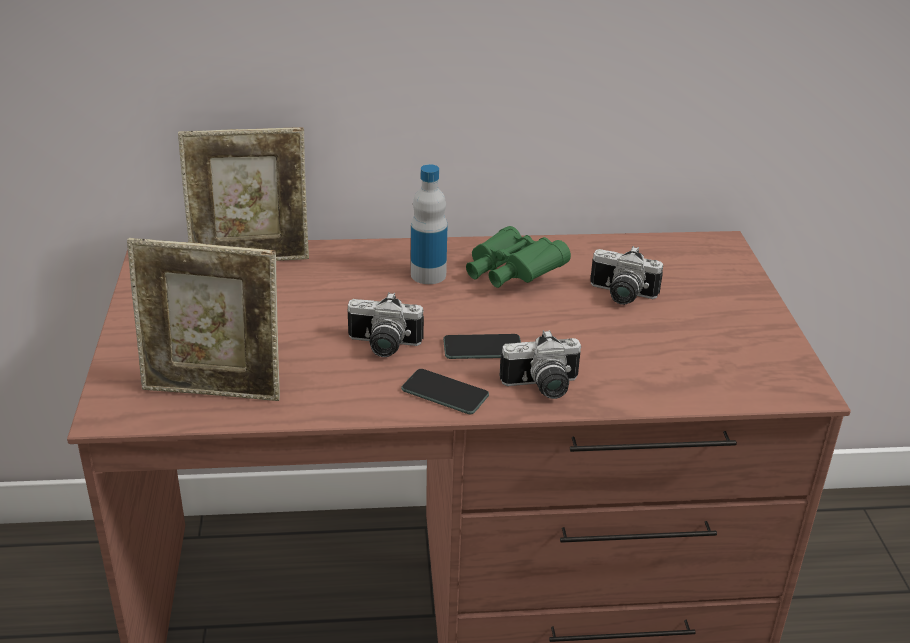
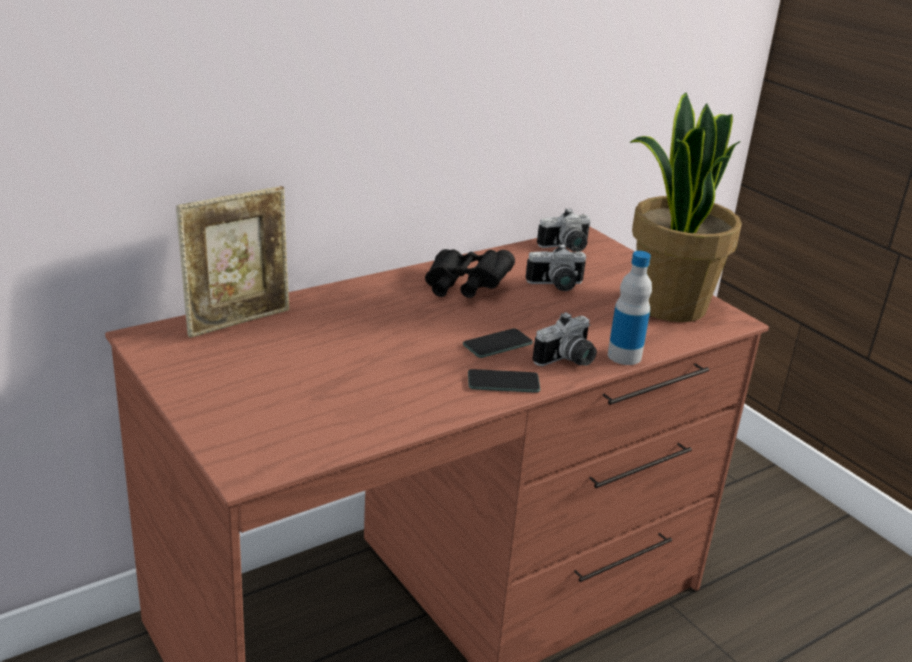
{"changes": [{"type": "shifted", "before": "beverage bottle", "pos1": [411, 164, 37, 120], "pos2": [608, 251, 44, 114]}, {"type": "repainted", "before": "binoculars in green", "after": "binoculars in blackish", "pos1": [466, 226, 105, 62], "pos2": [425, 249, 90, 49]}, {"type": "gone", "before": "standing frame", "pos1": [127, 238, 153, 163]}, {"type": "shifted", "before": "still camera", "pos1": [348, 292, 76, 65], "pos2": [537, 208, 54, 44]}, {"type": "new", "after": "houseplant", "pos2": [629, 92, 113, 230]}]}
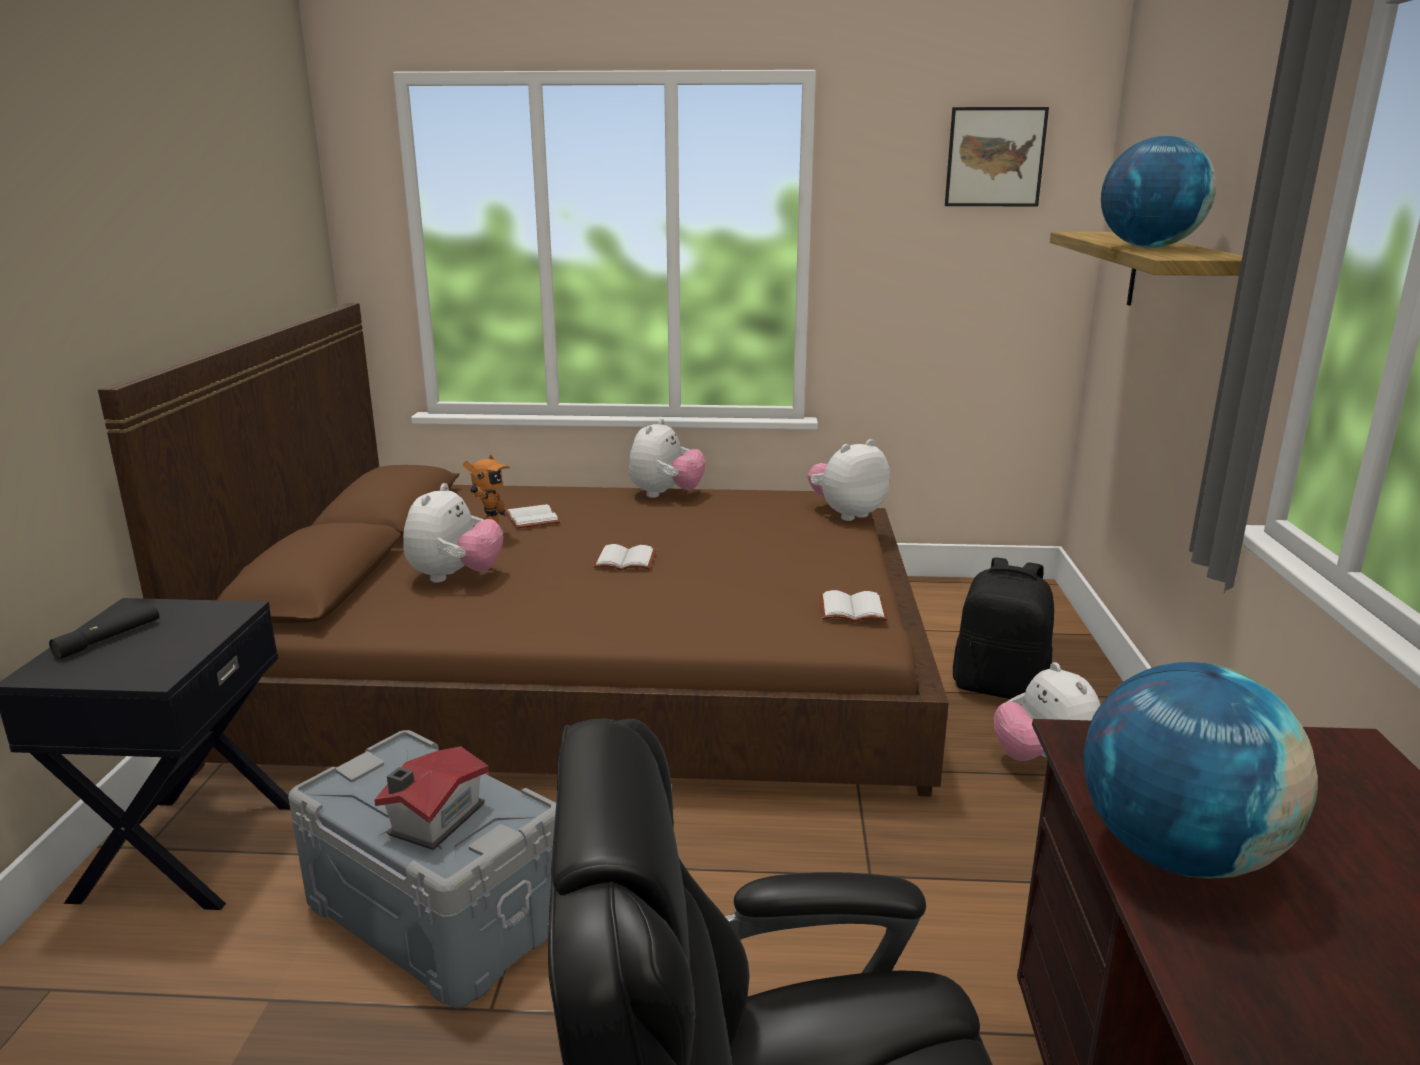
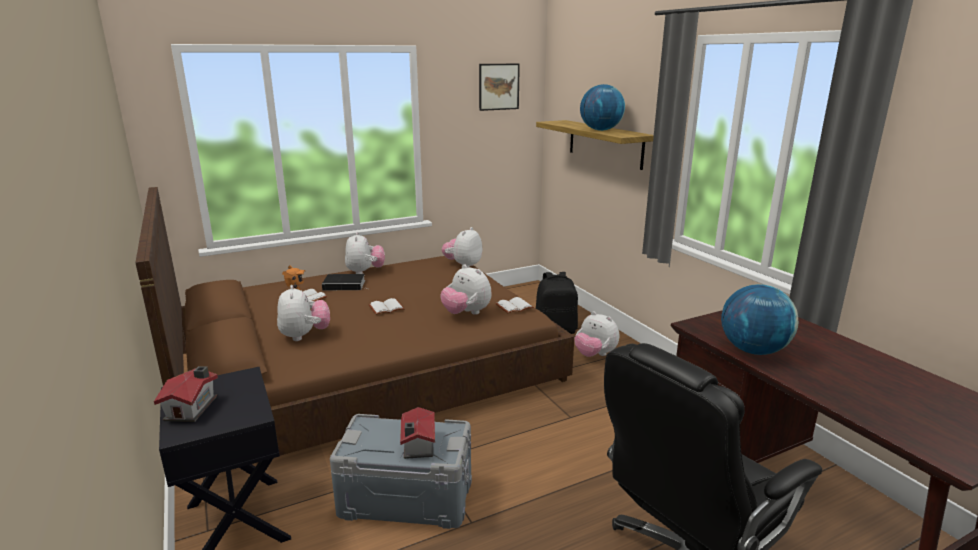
{"changes": [{"type": "swapped", "before": "hand torch in blackish", "after": "miniature house", "pos1": [49, 606, 110, 53], "pos2": [154, 366, 64, 56]}, {"type": "new", "after": "plush toy", "pos2": [441, 264, 51, 51]}, {"type": "new", "after": "volume", "pos2": [322, 274, 46, 17]}]}
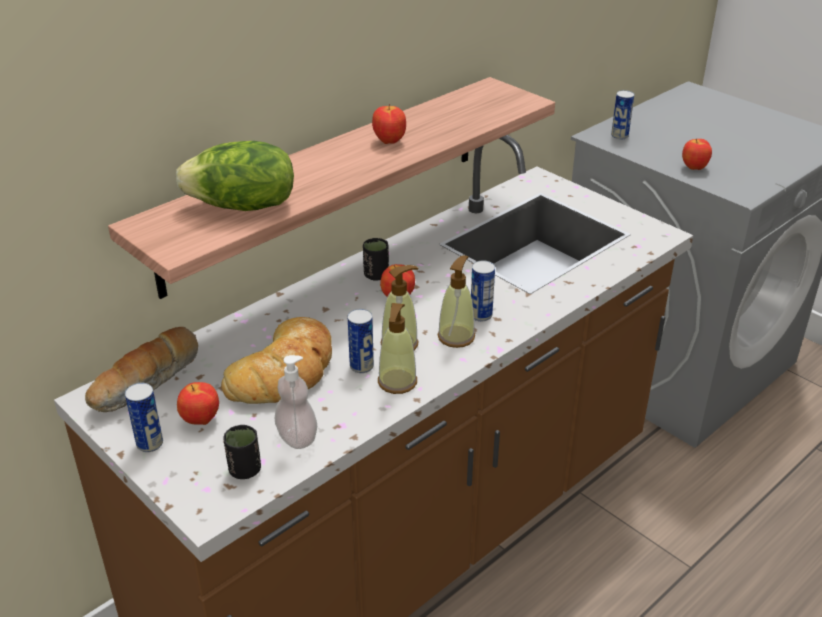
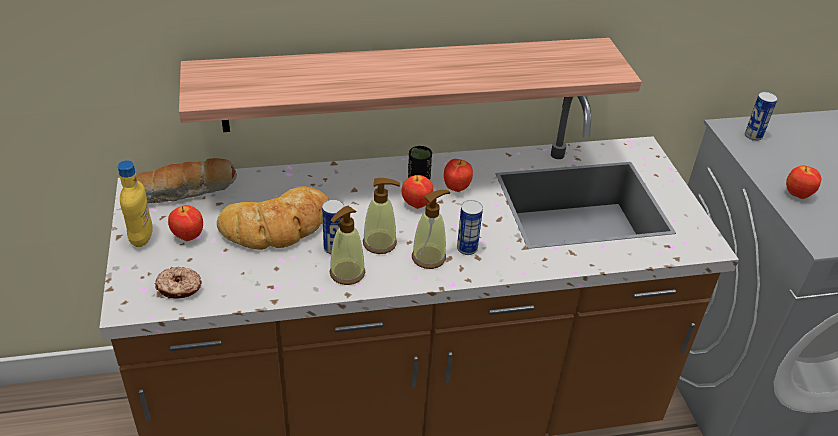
{"changes": [{"type": "shifted", "before": "whole apple", "pos1": [372, 104, 34, 40], "pos2": [444, 159, 29, 33]}, {"type": "gone", "before": "lettuce", "pos1": [176, 141, 118, 70]}, {"type": "gone", "before": "liquid soap bottle", "pos1": [274, 355, 43, 94]}, {"type": "swapped", "before": "metal can", "after": "beverage bottle in yellowish", "pos1": [125, 383, 38, 69], "pos2": [118, 160, 35, 87]}, {"type": "swapped", "before": "cup in blackish", "after": "donut", "pos1": [223, 425, 38, 54], "pos2": [154, 267, 48, 32]}]}
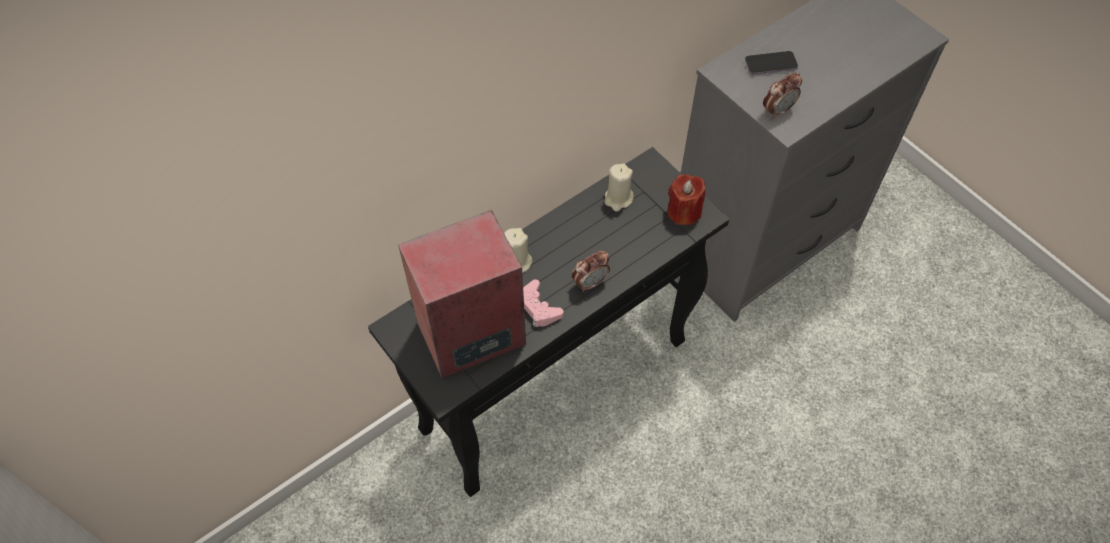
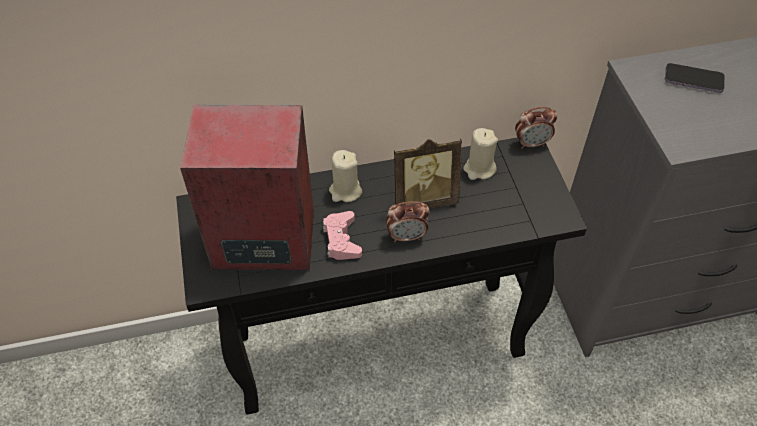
{"changes": [{"type": "shifted", "before": "alarm clock", "pos1": [763, 73, 39, 47], "pos2": [515, 107, 42, 42]}, {"type": "gone", "before": "candle in red-coloured", "pos1": [667, 174, 38, 51]}, {"type": "new", "after": "standing frame", "pos2": [394, 138, 68, 71]}]}
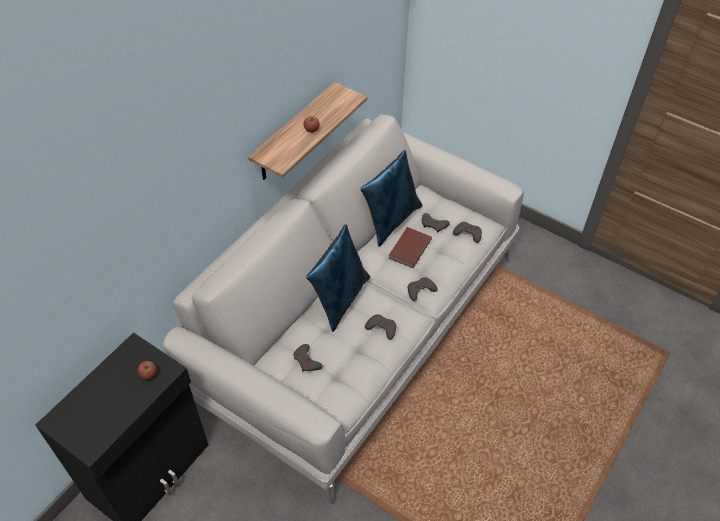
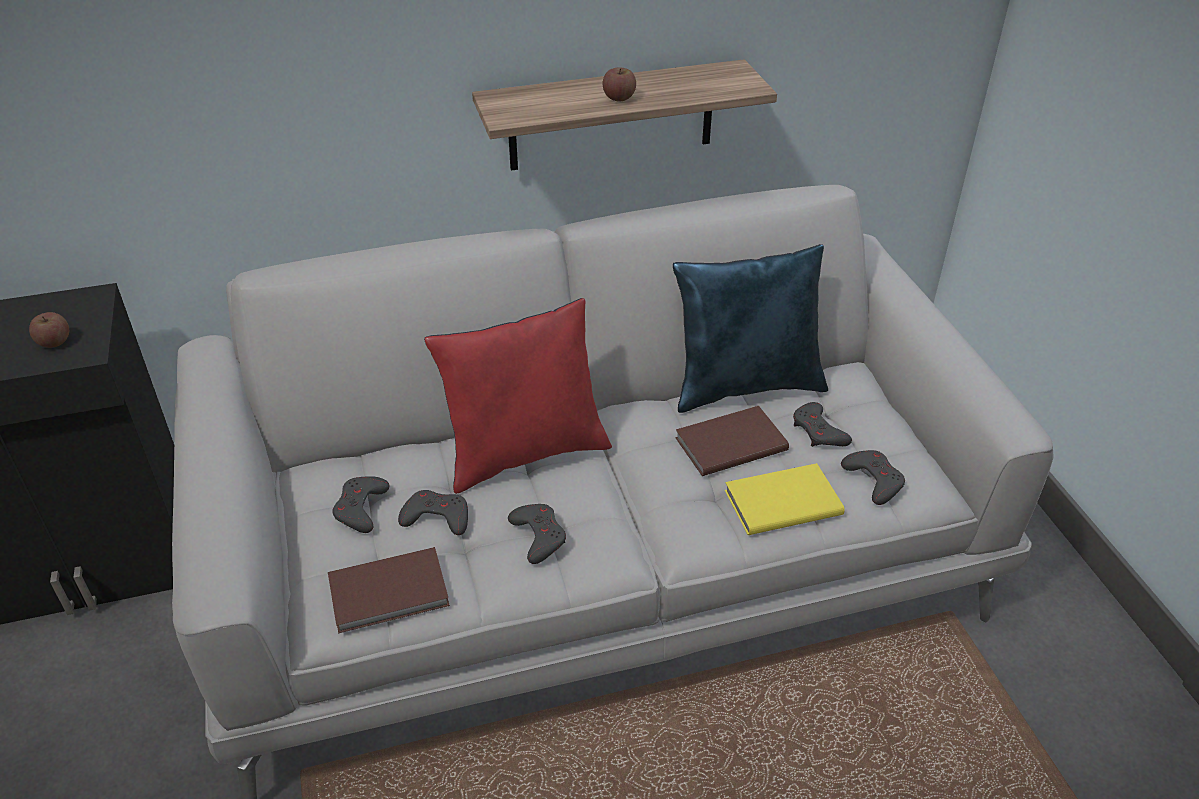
{"changes": [{"type": "repainted", "before": "pillow in blue", "after": "pillow in red-coloured", "pos1": [306, 224, 64, 108], "pos2": [424, 298, 188, 196]}, {"type": "shifted", "before": "joypad in gray", "pos1": [408, 277, 30, 24], "pos2": [398, 490, 70, 45]}, {"type": "new", "after": "volume in yellowish", "pos2": [725, 463, 120, 72]}, {"type": "new", "after": "volume in brown", "pos2": [328, 547, 122, 86]}]}
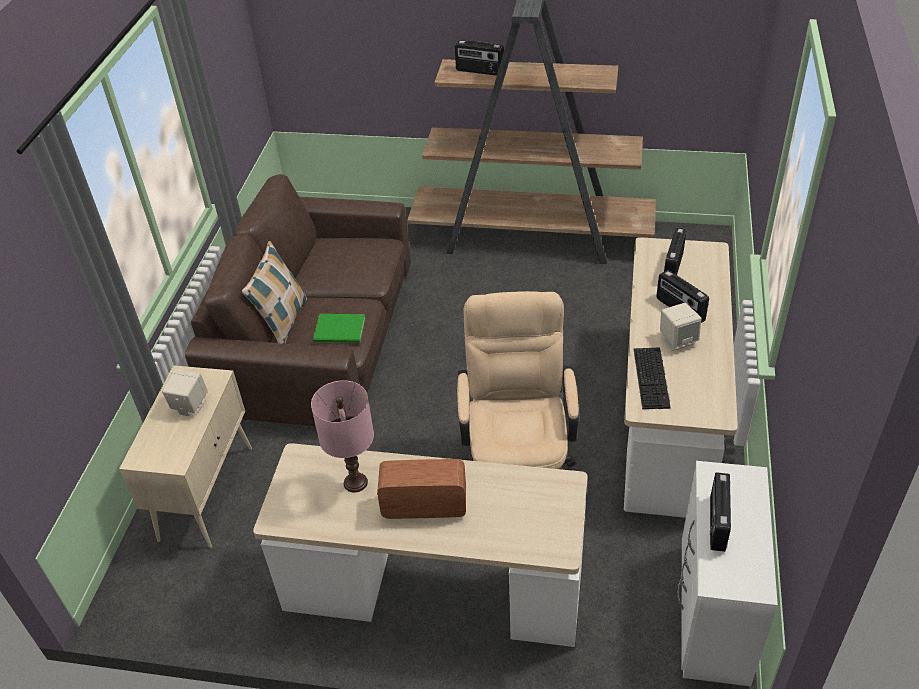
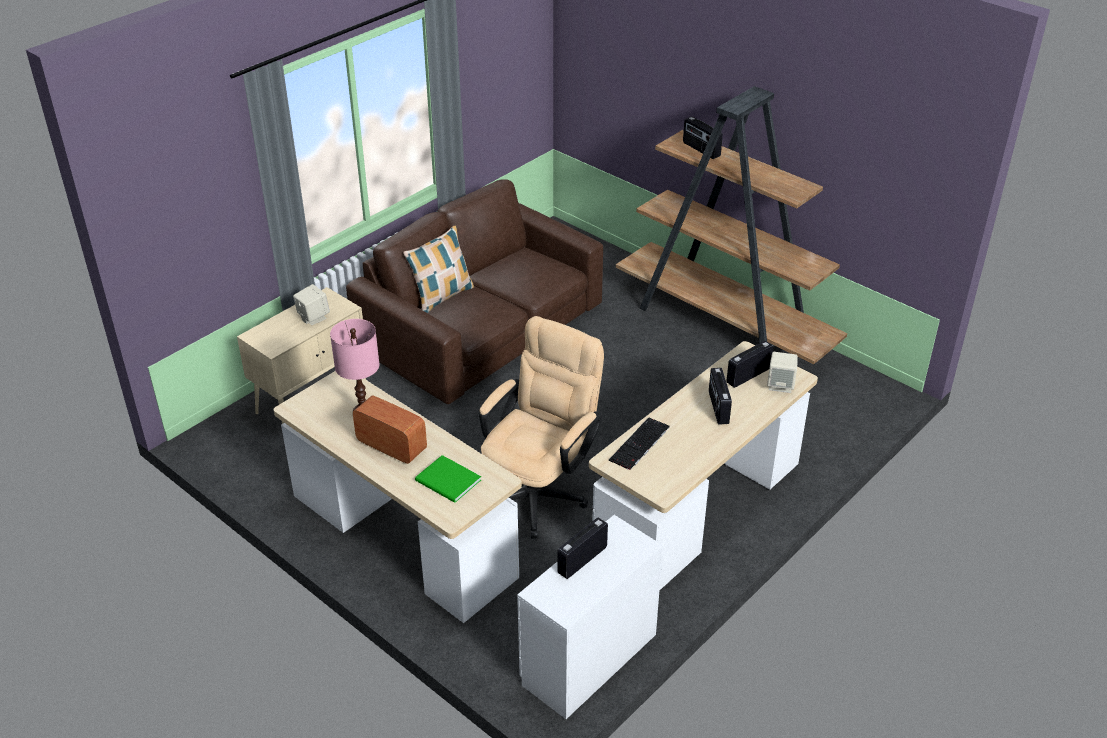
{"changes": [{"type": "shifted", "before": "speaker in beige", "pos1": [660, 303, 42, 48], "pos2": [767, 352, 31, 41]}, {"type": "shifted", "before": "volume in green", "pos1": [313, 314, 52, 29], "pos2": [415, 455, 66, 48]}]}
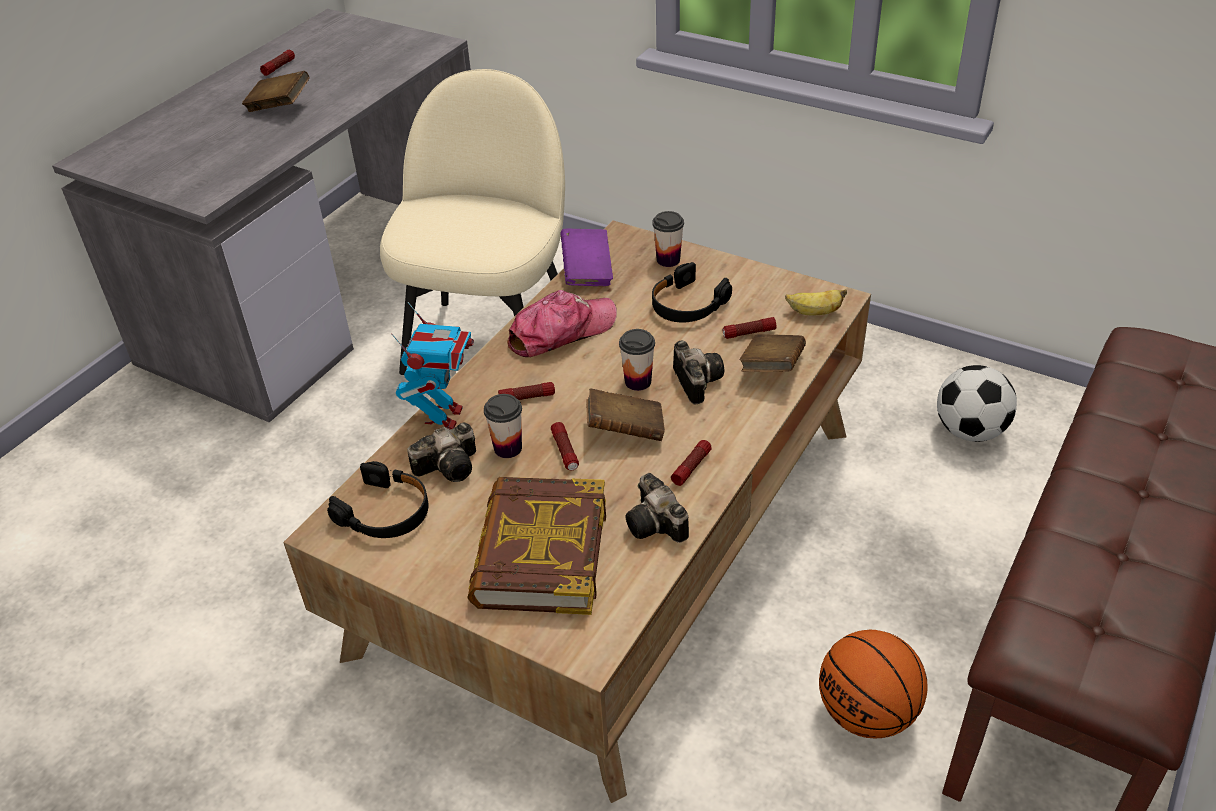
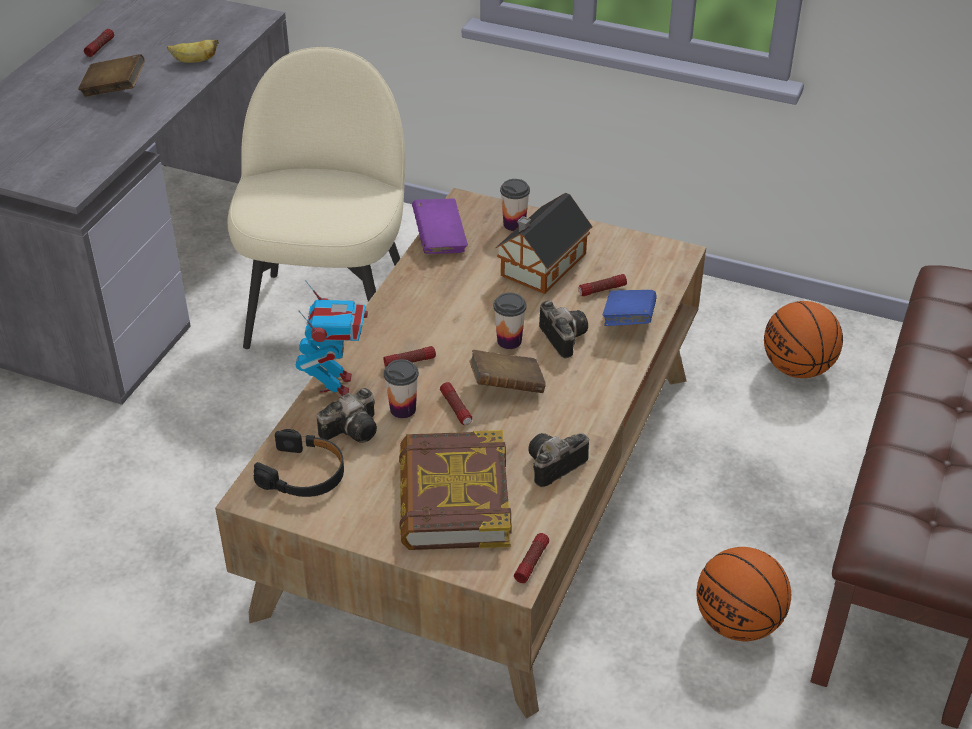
{"changes": [{"type": "swapped", "before": "headset in blackish", "after": "miniature house", "pos1": [652, 262, 80, 60], "pos2": [495, 193, 97, 101]}, {"type": "shifted", "before": "banana fruit", "pos1": [785, 289, 62, 26], "pos2": [167, 39, 52, 24]}, {"type": "gone", "before": "peaked cap", "pos1": [507, 290, 110, 67]}, {"type": "repainted", "before": "volume in brown", "after": "volume in blue", "pos1": [740, 334, 66, 38], "pos2": [603, 290, 54, 36]}, {"type": "swapped", "before": "football ball", "after": "basketball ball", "pos1": [937, 365, 80, 77], "pos2": [764, 301, 79, 77]}, {"type": "shifted", "before": "hand torch", "pos1": [671, 440, 41, 46], "pos2": [514, 533, 35, 50]}, {"type": "rotated", "before": "still camera", "pos1": [626, 473, 63, 70], "pos2": [528, 433, 61, 54], "turn": 90}]}
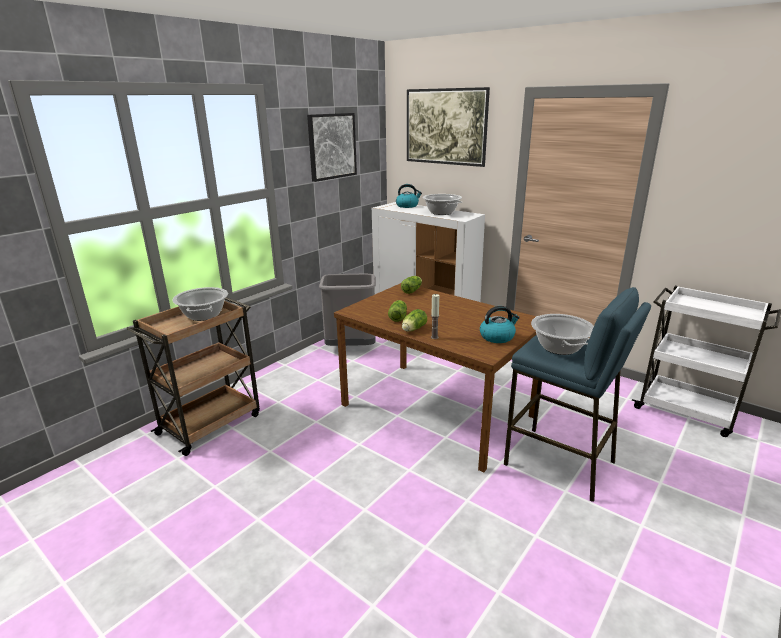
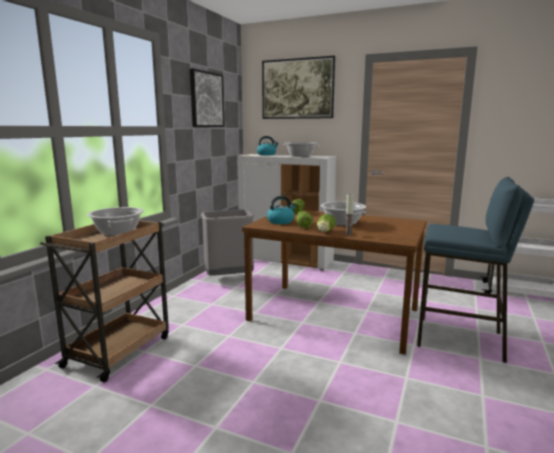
{"changes": [{"type": "shifted", "before": "tea kettle", "pos1": [480, 306, 40, 37], "pos2": [267, 196, 29, 28]}, {"type": "shifted", "before": "stockpot", "pos1": [531, 314, 63, 41], "pos2": [320, 202, 46, 24]}]}
